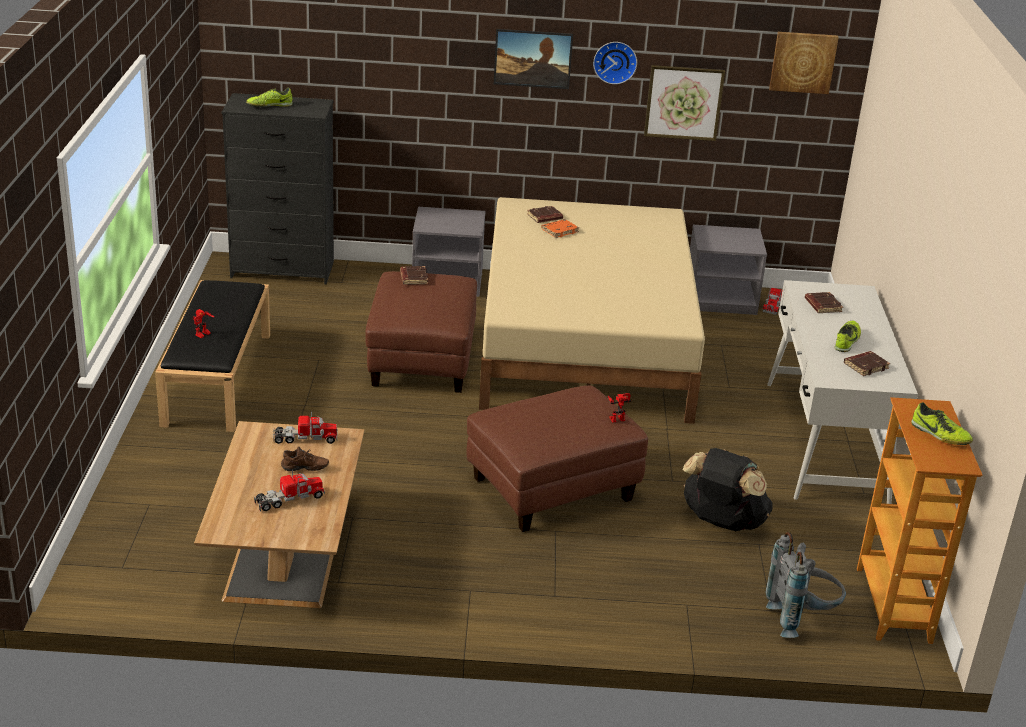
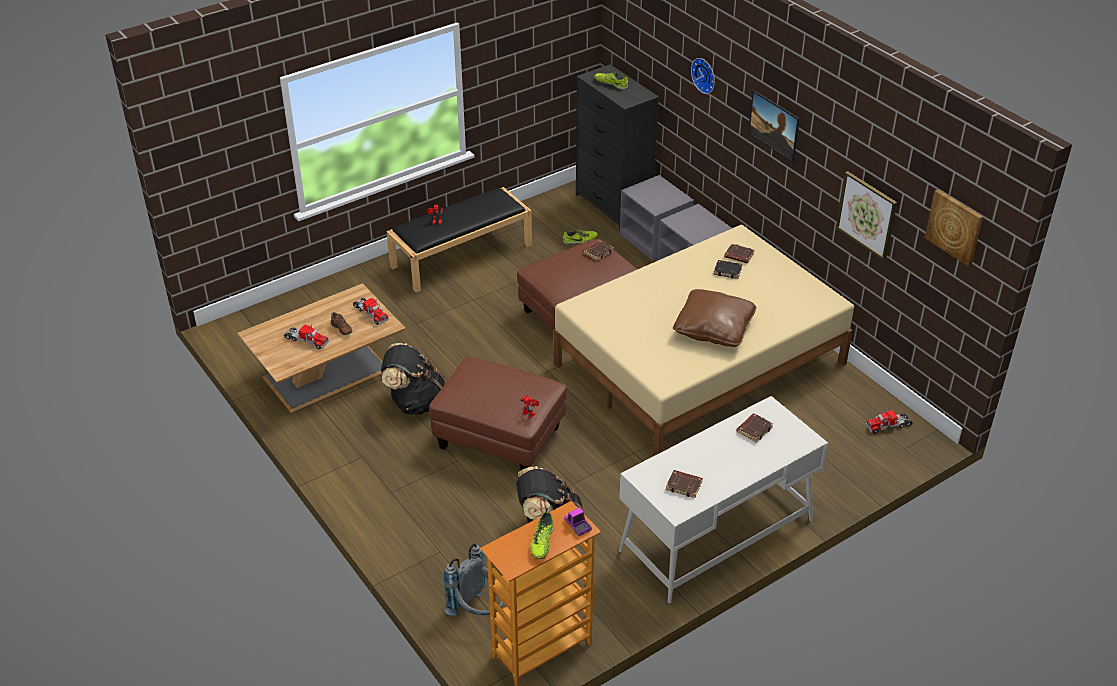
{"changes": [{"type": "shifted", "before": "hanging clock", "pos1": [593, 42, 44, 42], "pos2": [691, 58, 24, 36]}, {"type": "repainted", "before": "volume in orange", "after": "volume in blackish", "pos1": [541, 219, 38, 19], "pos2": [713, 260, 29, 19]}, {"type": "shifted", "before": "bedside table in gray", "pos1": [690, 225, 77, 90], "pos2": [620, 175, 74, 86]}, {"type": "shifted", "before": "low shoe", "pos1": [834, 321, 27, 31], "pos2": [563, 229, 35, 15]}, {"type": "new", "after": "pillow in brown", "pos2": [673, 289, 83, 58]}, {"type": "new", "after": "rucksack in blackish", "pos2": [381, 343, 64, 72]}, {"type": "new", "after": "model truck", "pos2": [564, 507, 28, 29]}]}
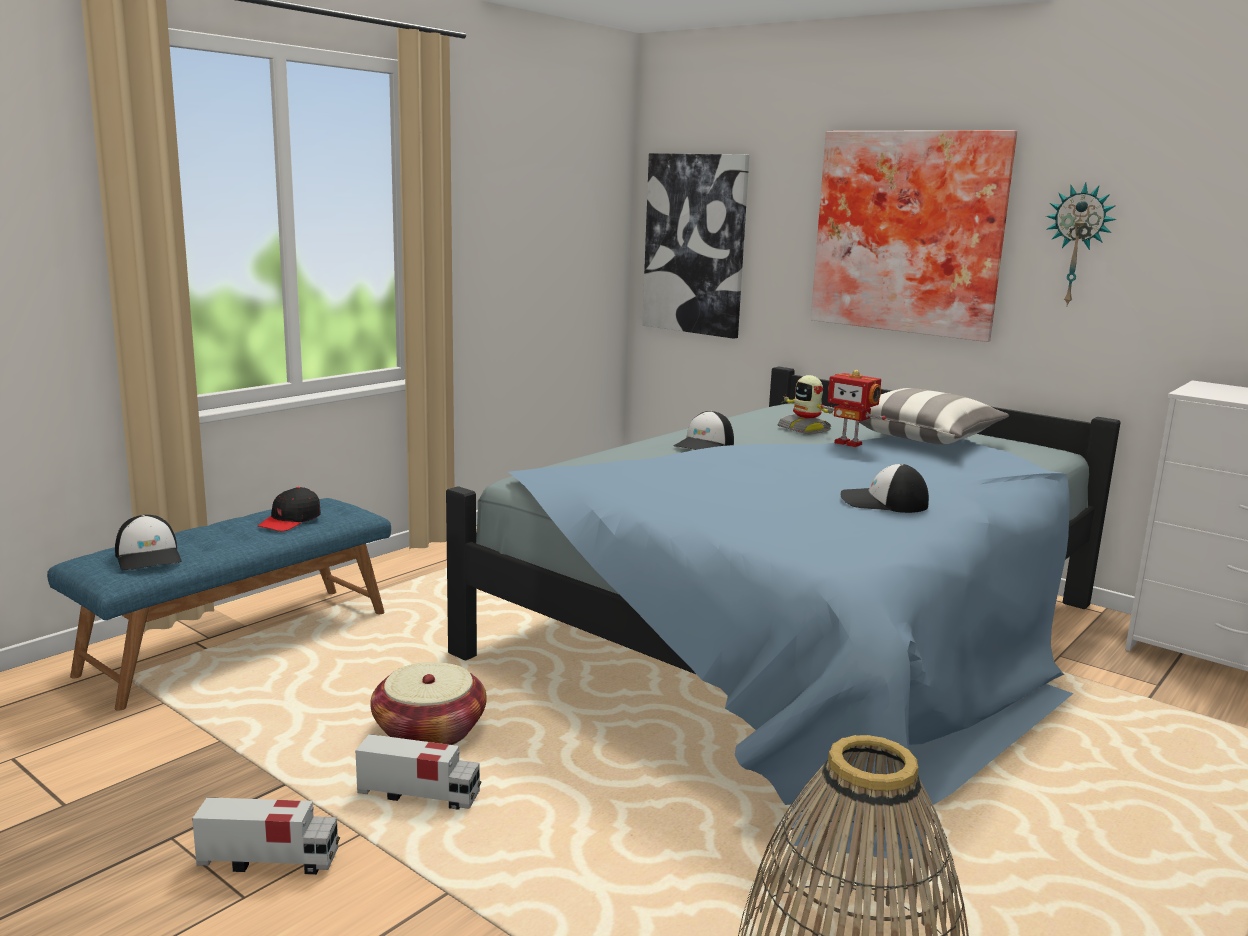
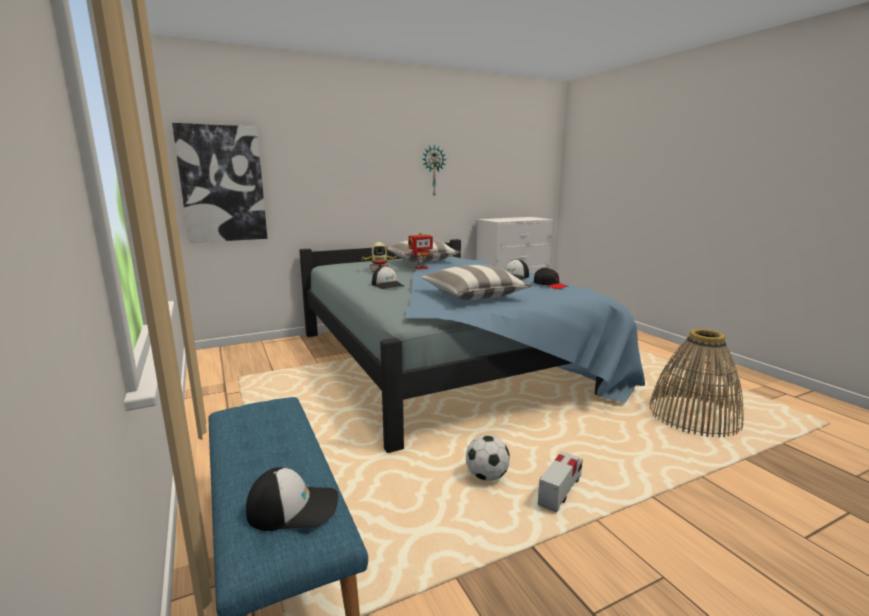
{"changes": [{"type": "gone", "before": "wall picture", "pos1": [811, 130, 206, 212]}, {"type": "shifted", "before": "peaked cap in blackish", "pos1": [258, 487, 63, 45], "pos2": [534, 267, 34, 22]}, {"type": "swapped", "before": "household basket", "after": "football ball", "pos1": [370, 662, 117, 83], "pos2": [466, 435, 44, 46]}, {"type": "gone", "before": "model truck", "pos1": [192, 797, 148, 78]}, {"type": "new", "after": "pillow", "pos2": [421, 265, 111, 35]}]}
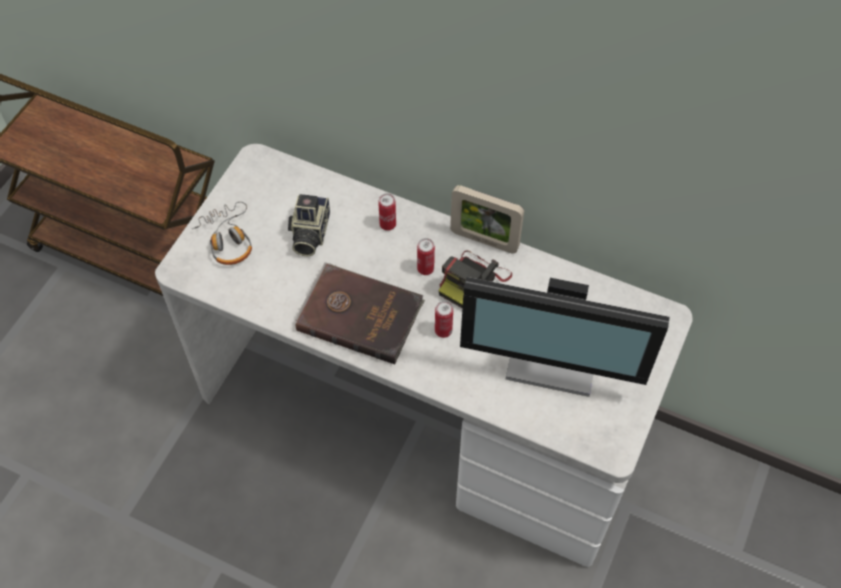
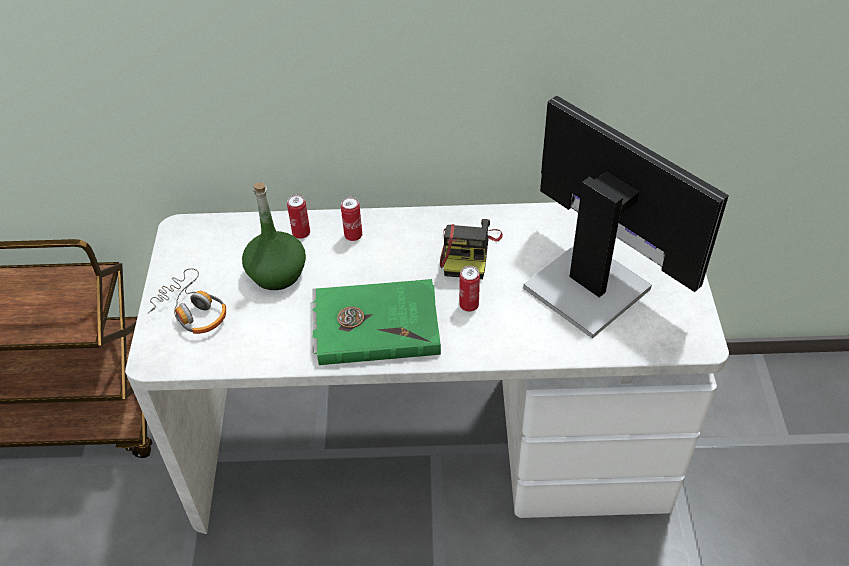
{"changes": [{"type": "gone", "before": "standing frame", "pos1": [450, 185, 74, 69]}, {"type": "swapped", "before": "still camera", "after": "beverage bottle in green", "pos1": [288, 194, 42, 62], "pos2": [242, 182, 64, 108]}, {"type": "shifted", "before": "metal can", "pos1": [417, 238, 18, 37], "pos2": [287, 194, 23, 45]}, {"type": "repainted", "before": "volume in brown", "after": "volume in green", "pos1": [295, 262, 130, 102], "pos2": [312, 279, 129, 86]}, {"type": "rotated", "before": "computer display", "pos1": [460, 277, 210, 120], "pos2": [523, 96, 206, 243], "turn": -120}]}
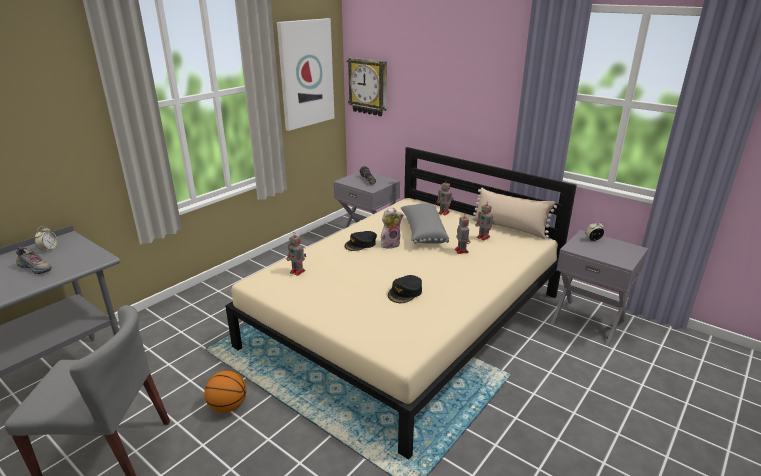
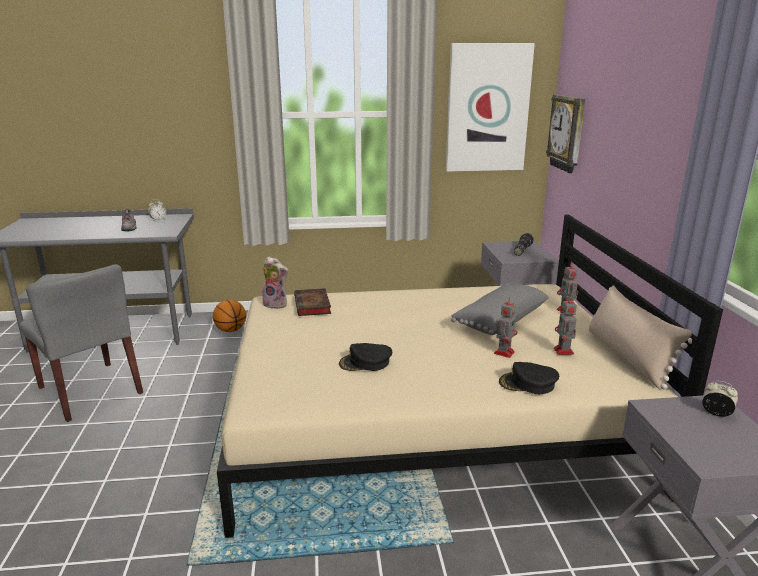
{"changes": [{"type": "shifted", "before": "plush toy", "pos1": [381, 208, 23, 41], "pos2": [262, 256, 26, 53]}, {"type": "shifted", "before": "peaked cap in blackish", "pos1": [344, 231, 33, 20], "pos2": [499, 362, 60, 33]}, {"type": "swapped", "before": "robot figure", "after": "volume", "pos1": [286, 233, 20, 43], "pos2": [294, 288, 37, 28]}, {"type": "shifted", "before": "basketball ball", "pos1": [204, 371, 42, 42], "pos2": [213, 300, 33, 32]}]}
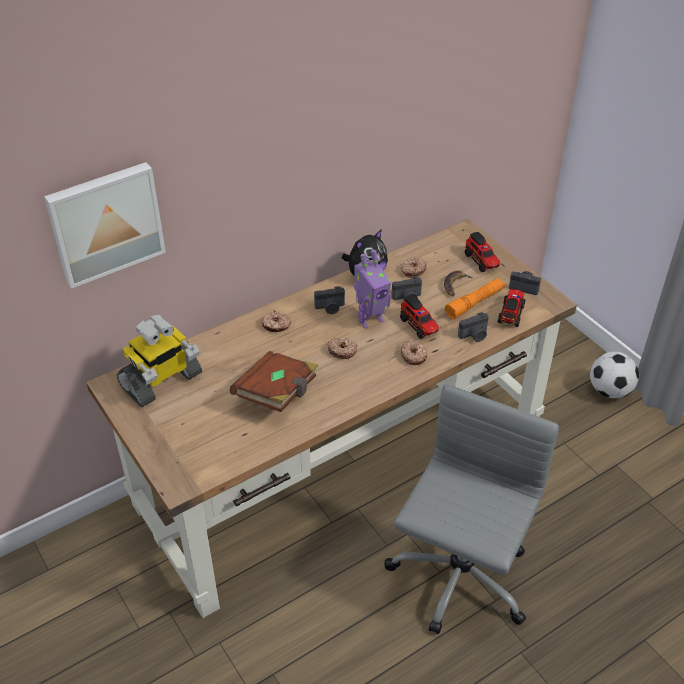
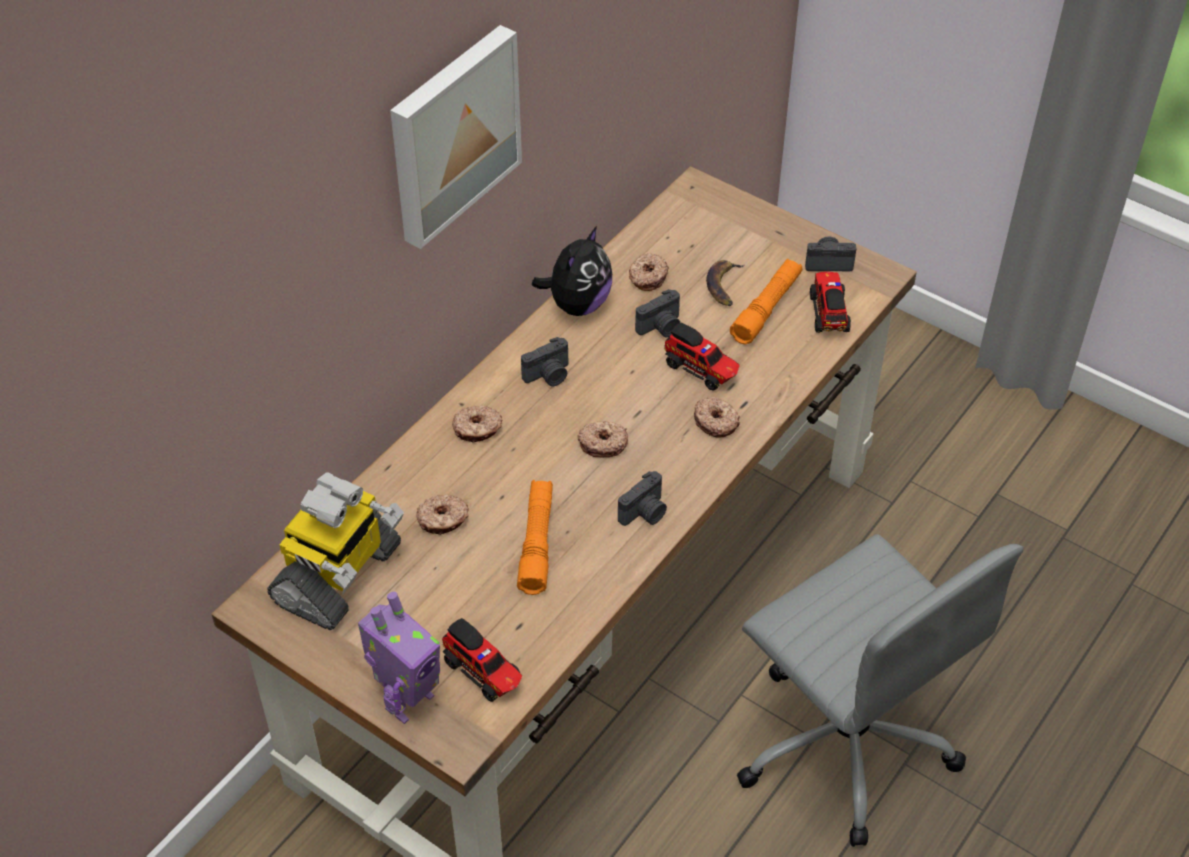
{"changes": [{"type": "shifted", "before": "wall picture", "pos1": [44, 162, 122, 127], "pos2": [390, 25, 132, 224]}, {"type": "shifted", "before": "model truck", "pos1": [465, 232, 35, 40], "pos2": [442, 618, 80, 84]}, {"type": "shifted", "before": "robot figure", "pos1": [354, 250, 37, 79], "pos2": [358, 592, 82, 132]}, {"type": "shifted", "before": "still camera", "pos1": [458, 312, 31, 30], "pos2": [618, 471, 49, 55]}, {"type": "swapped", "before": "volume in brown", "after": "hand torch in orange", "pos1": [230, 351, 88, 61], "pos2": [517, 480, 36, 115]}, {"type": "gone", "before": "football ball", "pos1": [590, 352, 49, 46]}, {"type": "rotated", "before": "office chair in gray", "pos1": [384, 384, 175, 250], "pos2": [737, 534, 287, 313], "turn": 135}, {"type": "new", "after": "donut", "pos2": [416, 494, 53, 41]}]}
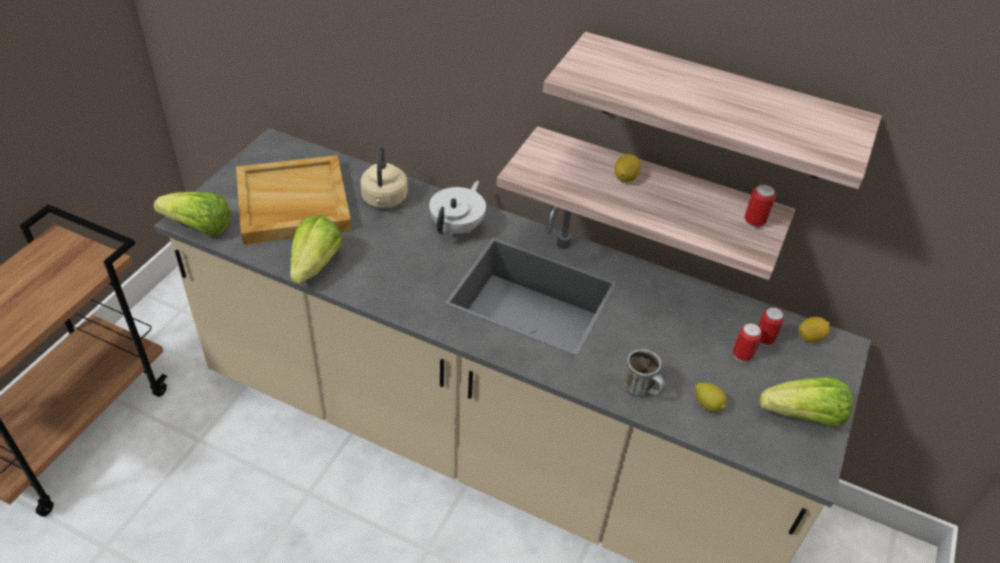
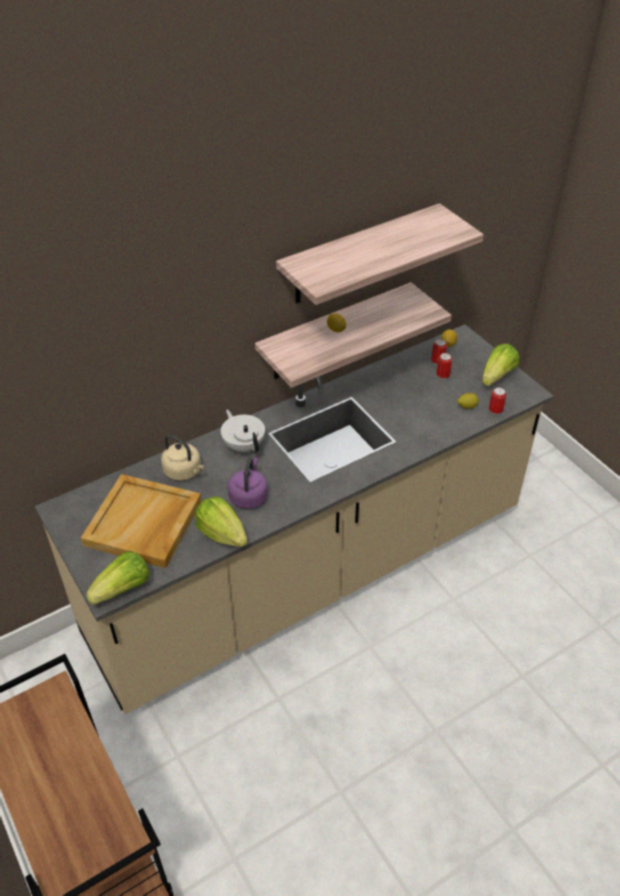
{"changes": [{"type": "shifted", "before": "metal can", "pos1": [744, 184, 32, 44], "pos2": [489, 387, 17, 28]}, {"type": "gone", "before": "coffee mug", "pos1": [624, 349, 41, 48]}, {"type": "new", "after": "tea kettle in purple-coloured", "pos2": [228, 458, 40, 51]}]}
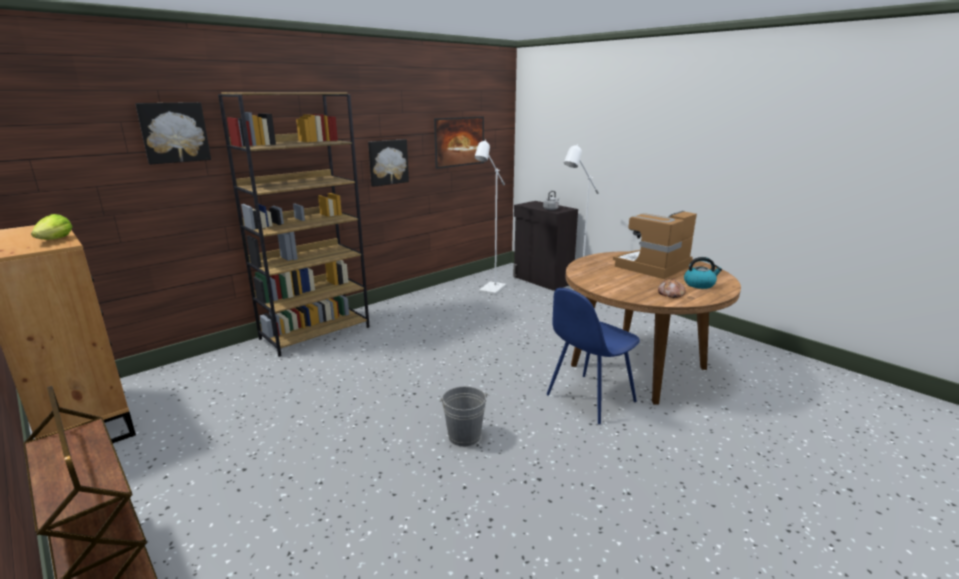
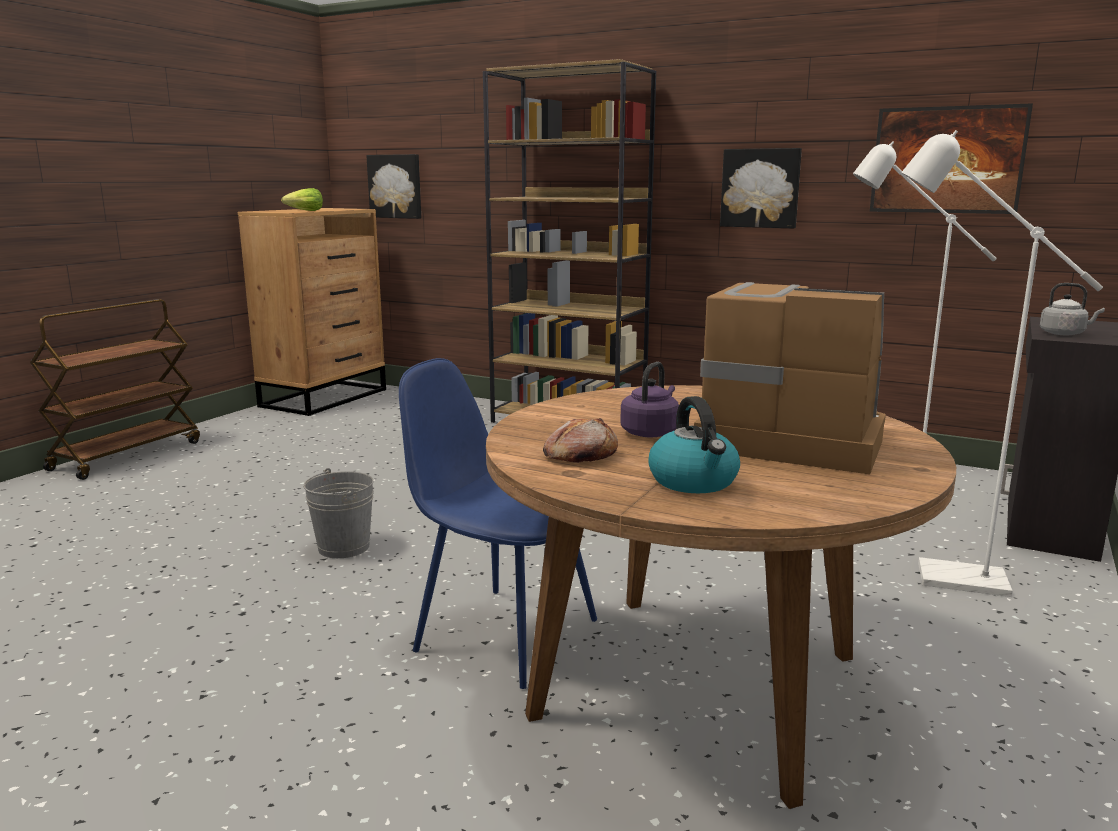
{"changes": [{"type": "shifted", "before": "wall picture", "pos1": [135, 102, 76, 63], "pos2": [366, 154, 55, 65]}, {"type": "new", "after": "tea kettle in purple-coloured", "pos2": [620, 362, 59, 76]}]}
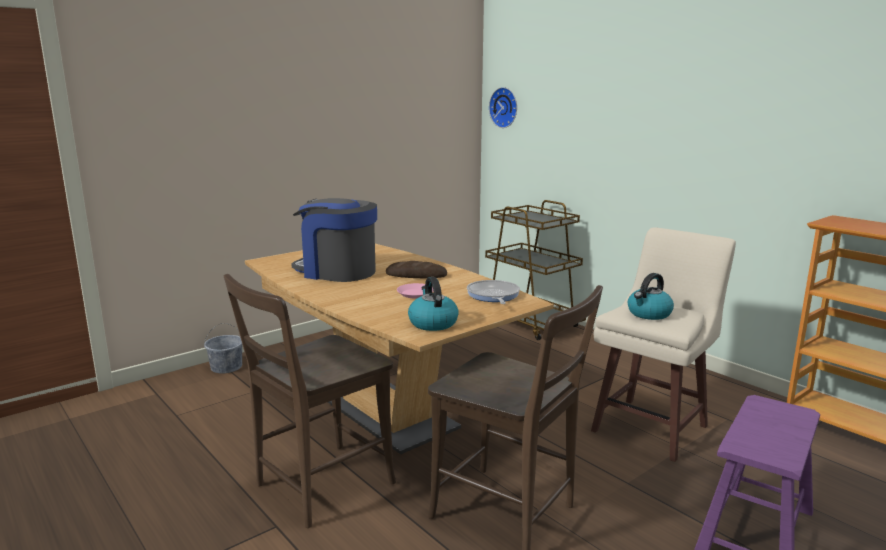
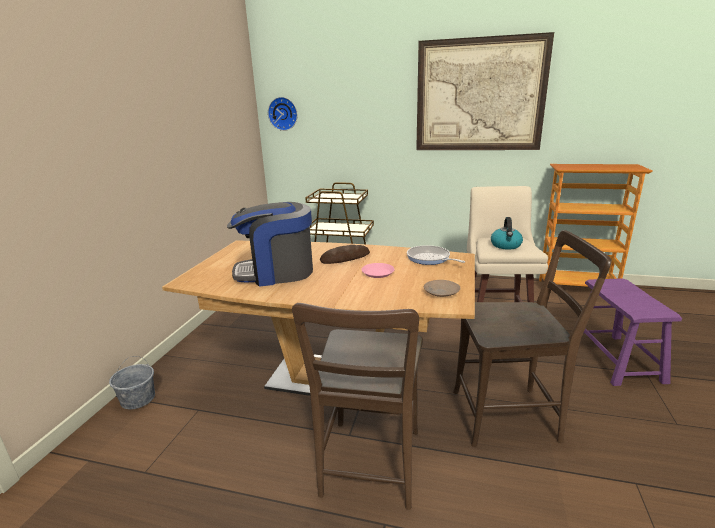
{"changes": [{"type": "swapped", "before": "tea kettle", "after": "dinner plate in beige", "pos1": [408, 277, 51, 54], "pos2": [424, 280, 36, 17]}, {"type": "new", "after": "wall picture", "pos2": [416, 32, 138, 118]}]}
